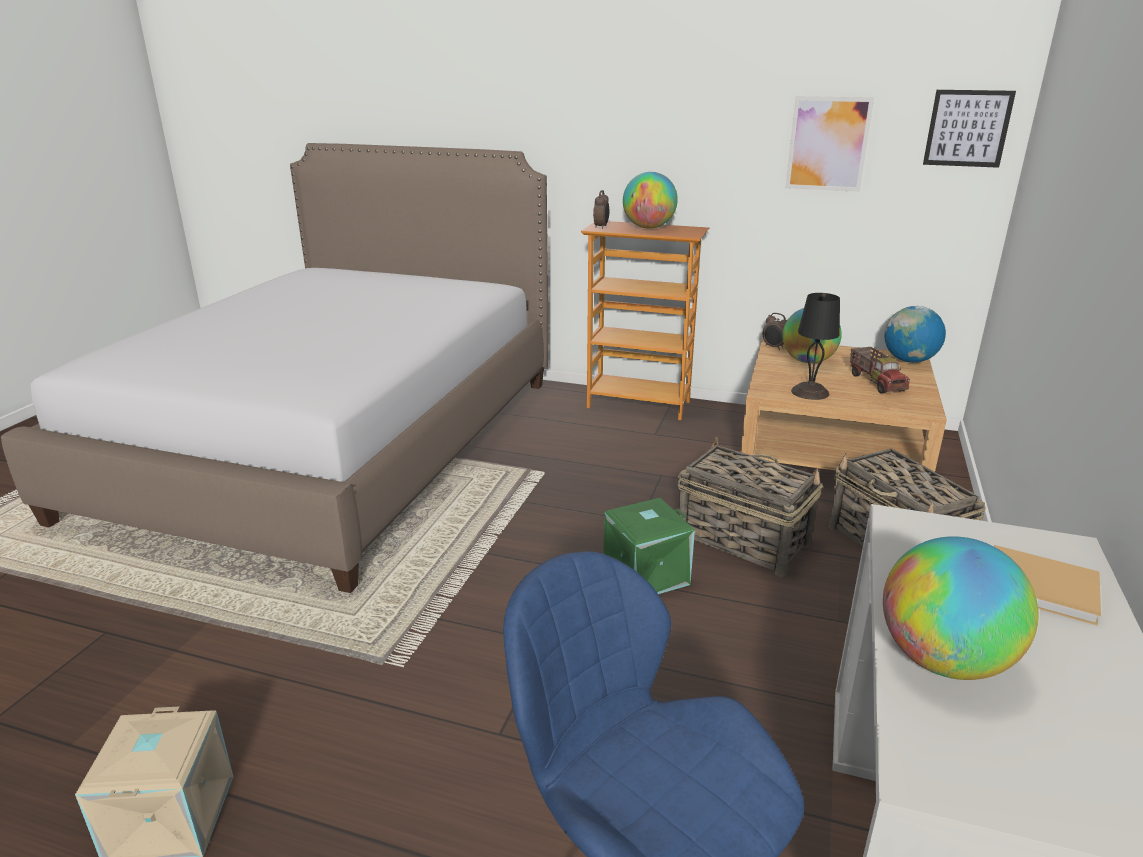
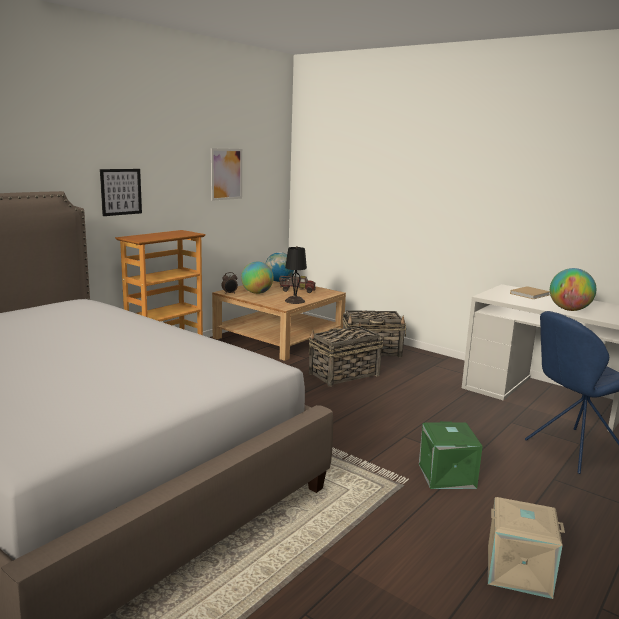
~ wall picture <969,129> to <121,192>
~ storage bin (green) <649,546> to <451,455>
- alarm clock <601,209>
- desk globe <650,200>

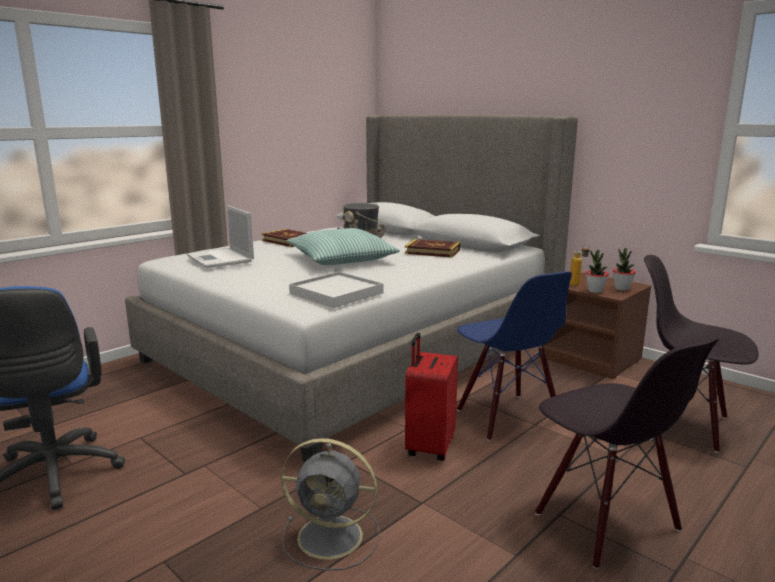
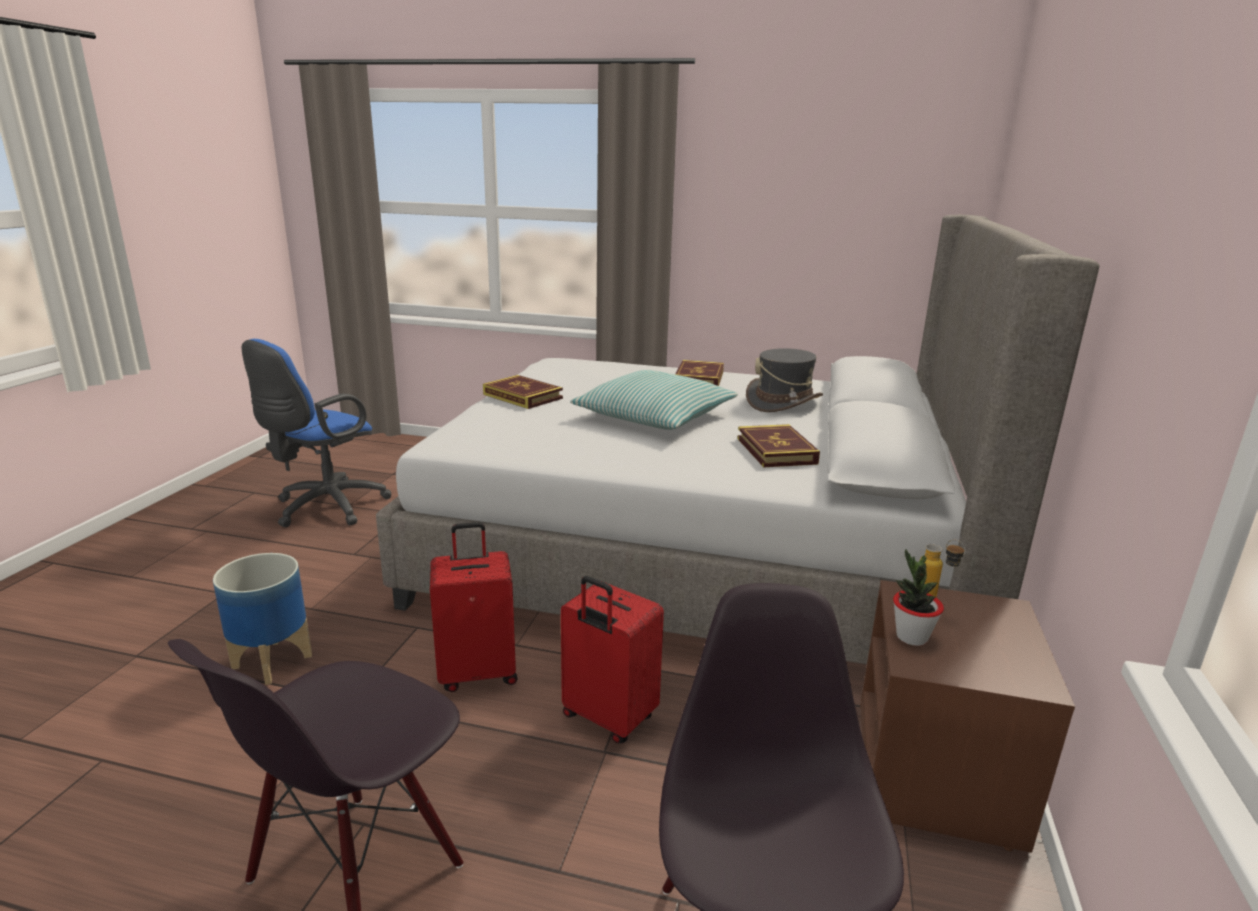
~ electric fan (grey) <330,504> to flower pot <262,619>
+ book <523,392>
~ chair (blue) <514,356> to travel case (red-coloured) <612,659>
- laptop <220,236>
- serving tray (white-coloured) <336,290>
- potted plant <624,269>

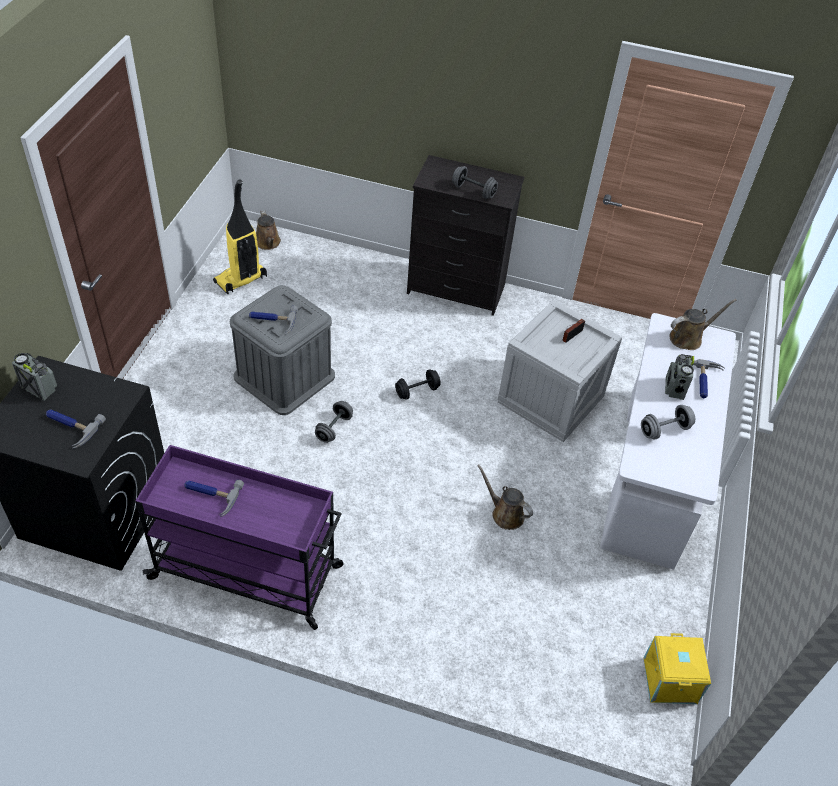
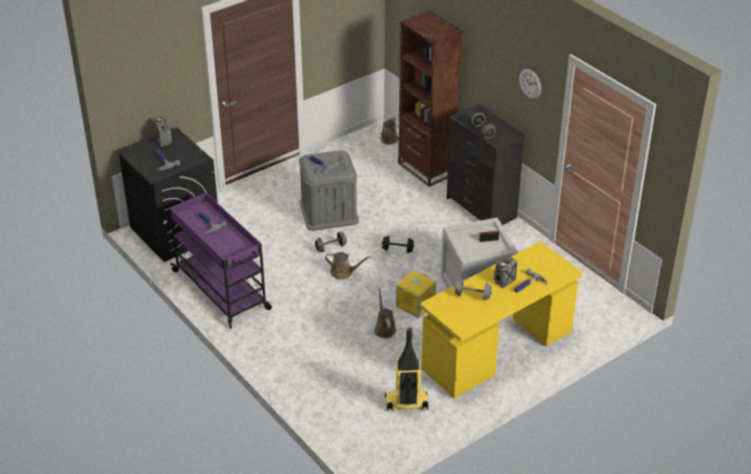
~ sprinkling can (brownish) <703,324> to <348,266>
~ vacuum cleaner <240,237> to <406,369>
~ storage bin (yellow-coloured) <677,668> to <416,294>
+ bookcase (brownish) <430,99>
~ desk table (white-coloured) <668,441> to desk table (yellow-coloured) <501,320>
+ wall clock <530,84>

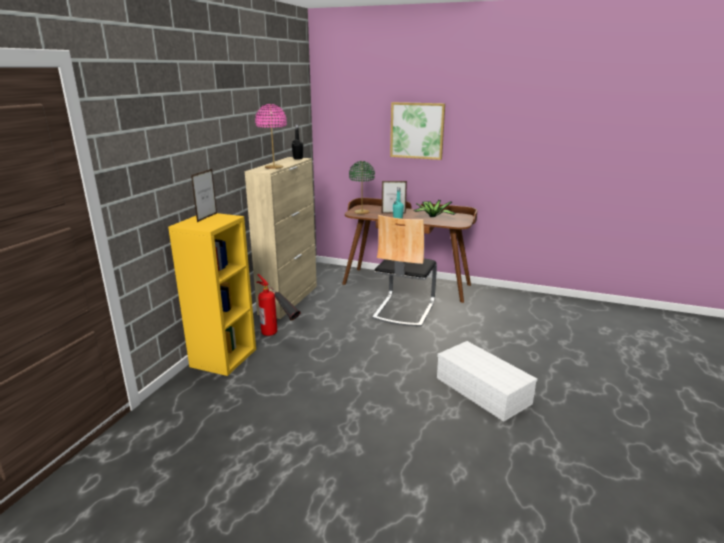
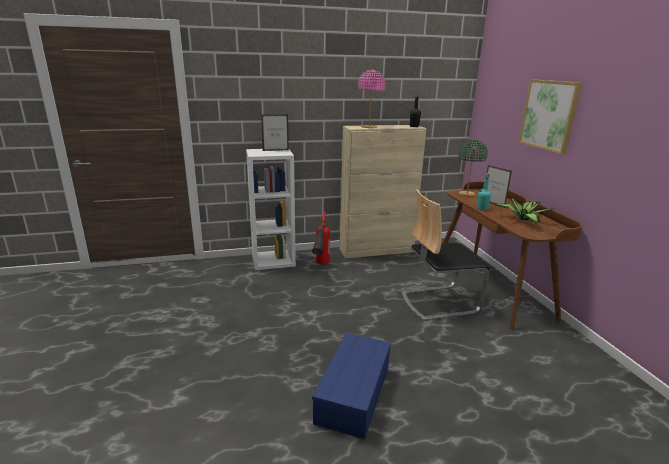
~ bookcase (yellow-coloured) <212,294> to bookcase (white-coloured) <271,209>
~ storage bin (white-coloured) <487,381> to storage bin (blue) <351,386>

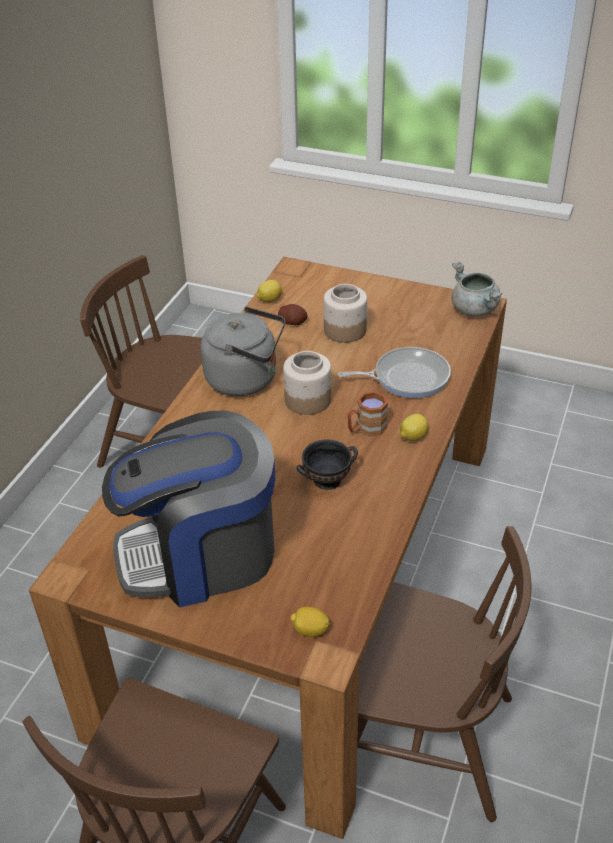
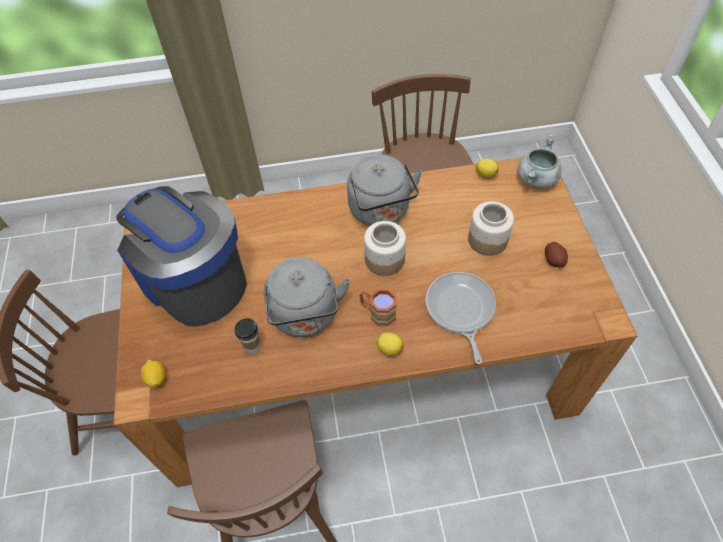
+ small cup <247,335>
~ serving bowl (black) <327,464> to water kettle (grey) <307,297>
~ frying pan <394,372> = <461,318> 150 degrees counterclockwise
~ stockpot (grey) <476,289> to <539,161>
~ potato <292,314> to <556,254>

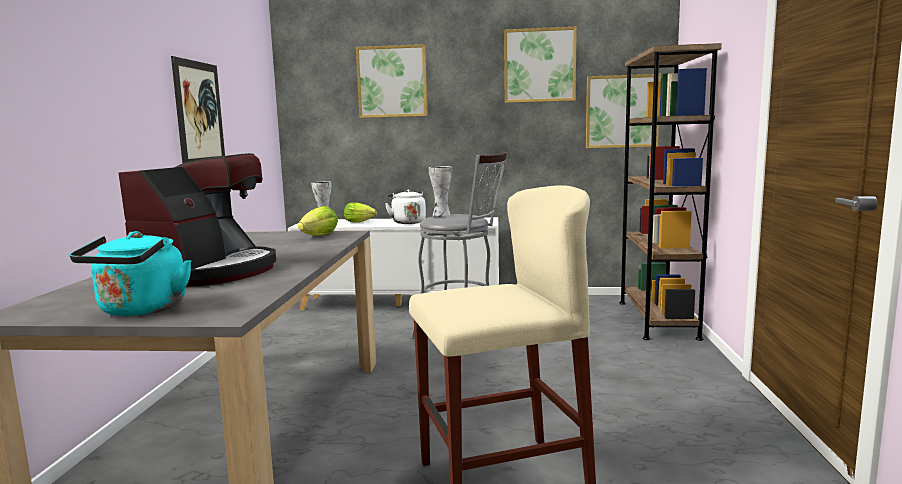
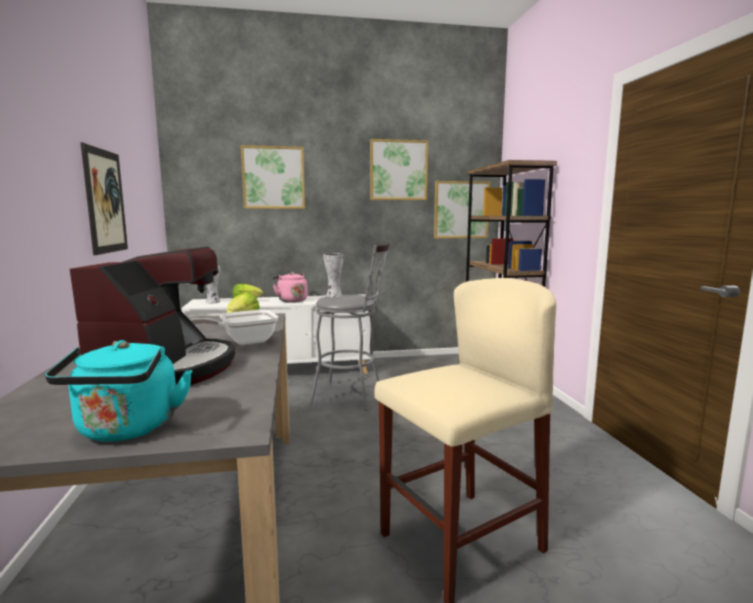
+ frying pan <233,327>
~ water kettle (white-coloured) <405,207> to water kettle (pink) <290,287>

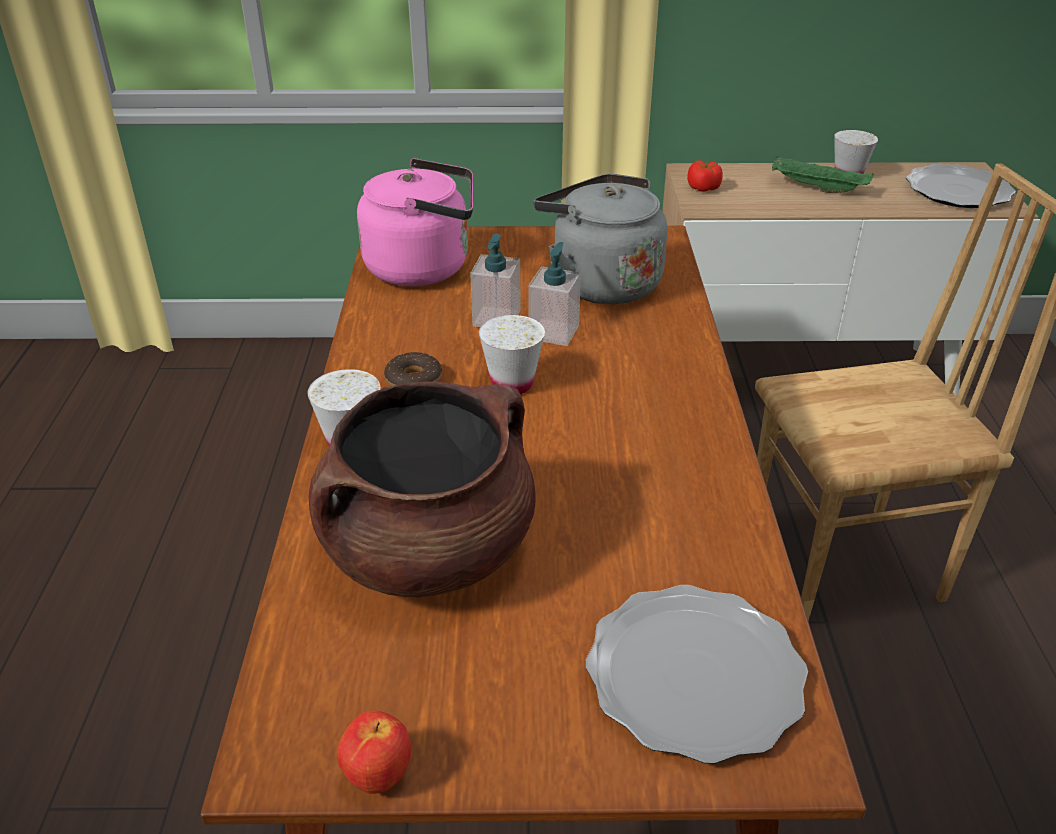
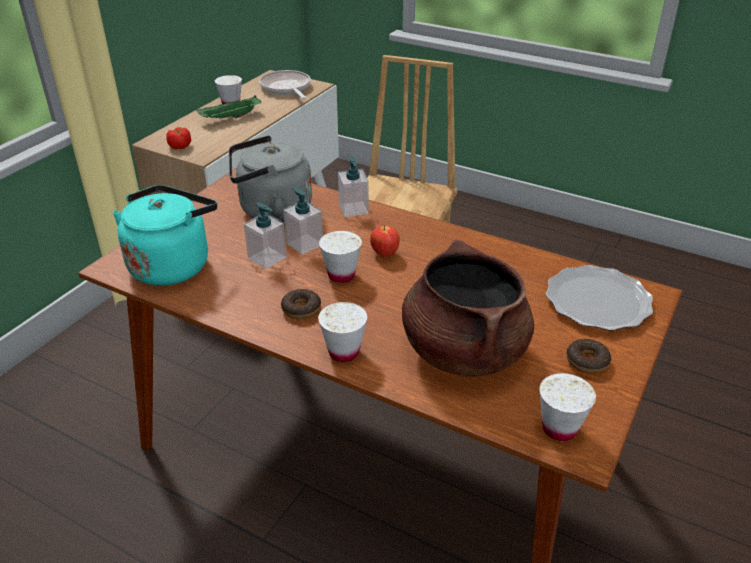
~ water kettle (pink) <415,222> to water kettle (blue-green) <165,235>
~ plate <961,186> to frying pan <285,84>
+ liquid soap bottle <353,186>
~ apple fruit <374,752> to <385,241>
+ small cup (white-coloured) <567,407>
+ doughnut <588,356>

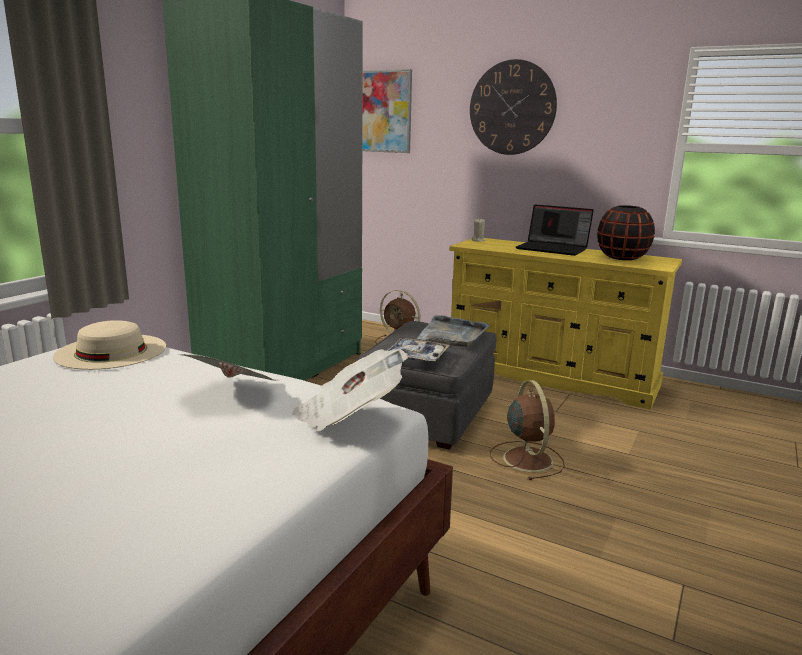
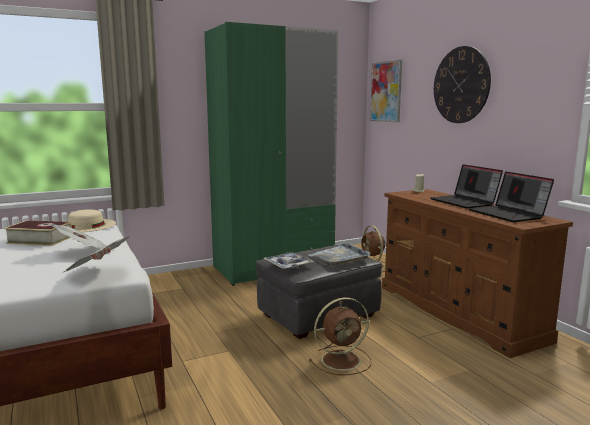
+ book <38,233>
~ electric fan (brownish) <527,430> = <340,336> 45 degrees clockwise
~ chest of drawers (yellow-coloured) <565,324> to chest of drawers (brownish) <477,273>
~ vase (black) <626,232> to laptop <511,197>

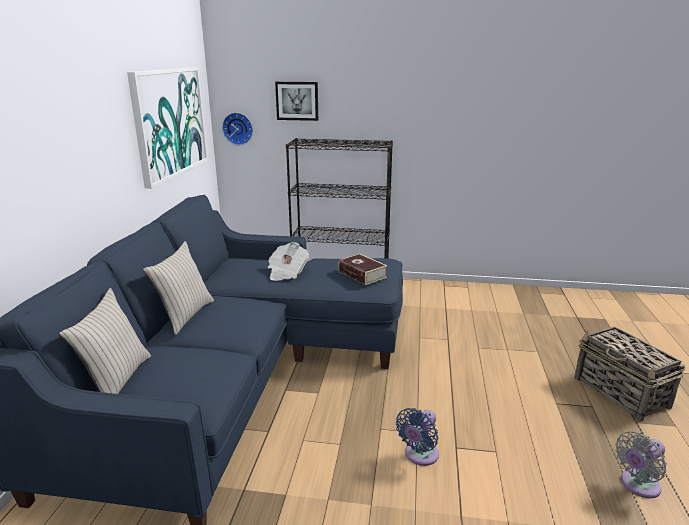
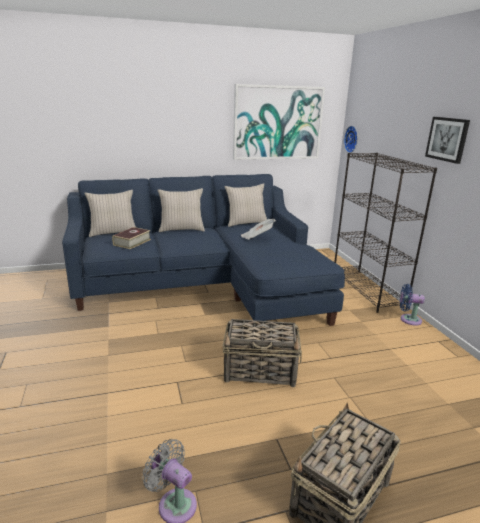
~ book <362,269> to <131,238>
+ storage basket <262,353>
+ throw pillow (beige-coloured) <245,205>
~ electric fan (blue) <417,437> to <412,305>
~ wall picture <296,101> to <447,140>

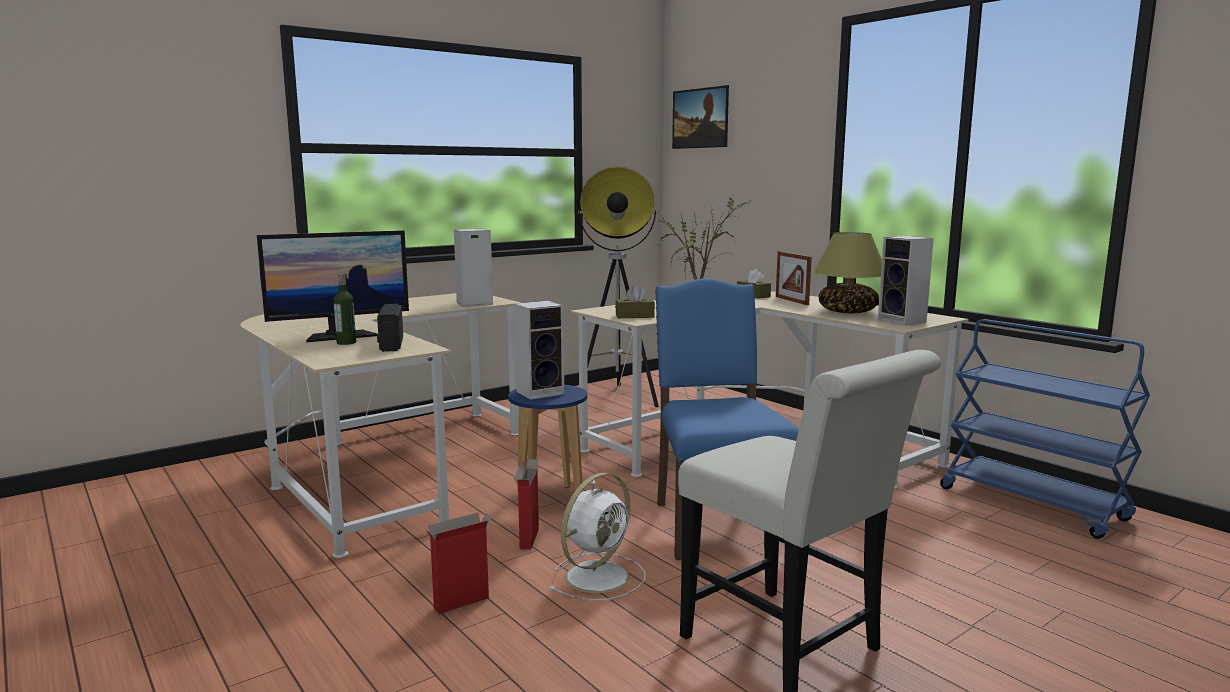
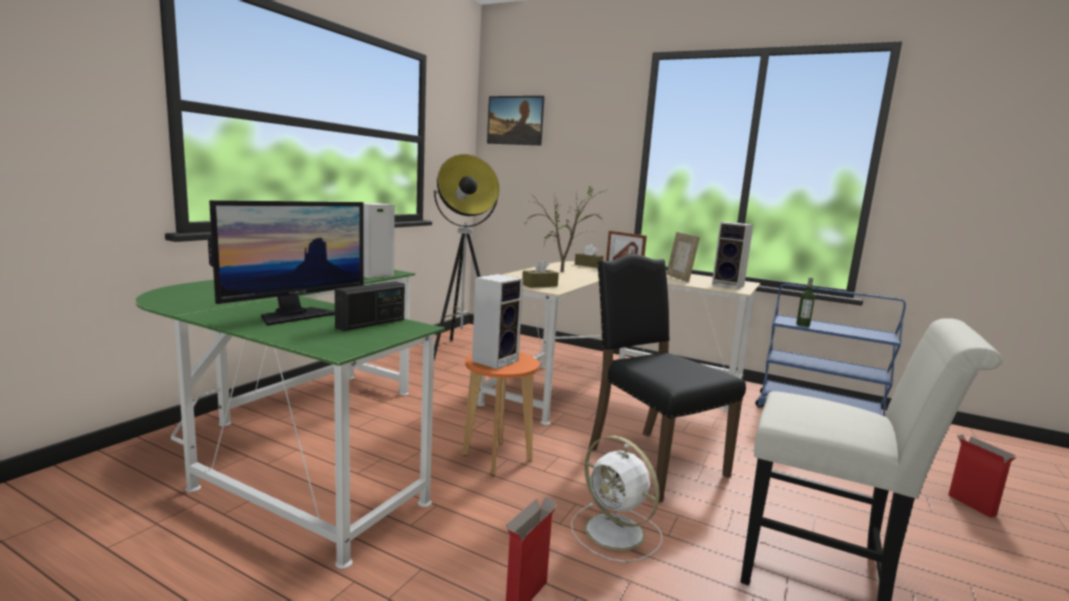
~ desk table (beige-coloured) <381,425> to desk table (green) <290,419>
~ radio <390,327> = <370,306> 105 degrees counterclockwise
~ stool seat (blue) <547,438> to stool seat (orange-coloured) <500,413>
~ electric fan (white-coloured) <596,537> = <616,499> 120 degrees clockwise
~ chair (blue) <727,419> to chair (black) <667,378>
~ table lamp <847,272> to picture frame <683,257>
~ drink bottle <344,308> to <805,302>
~ packing box <527,504> to <982,476>

